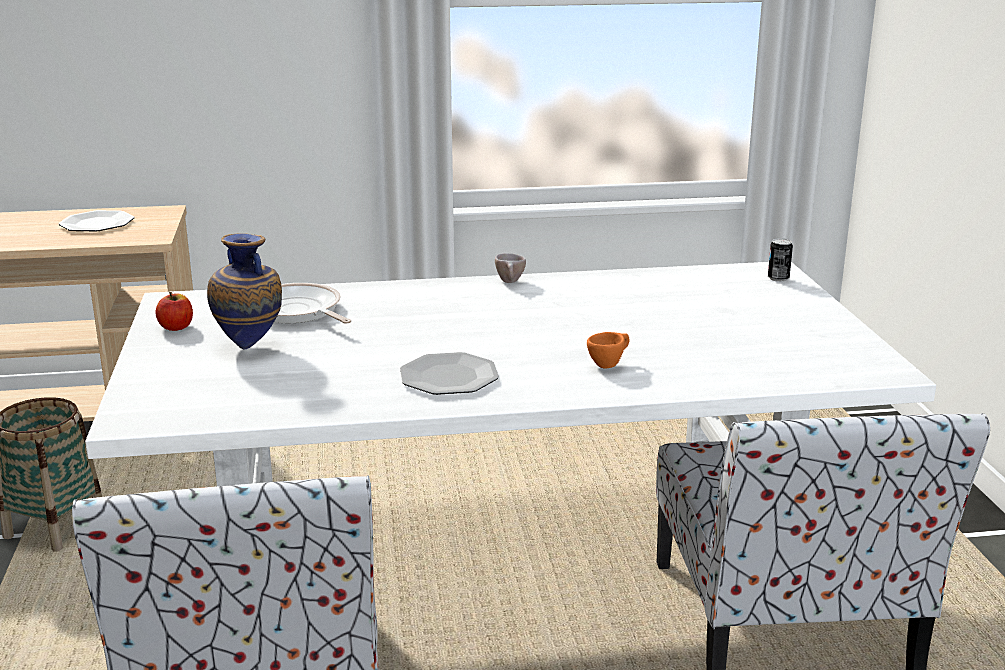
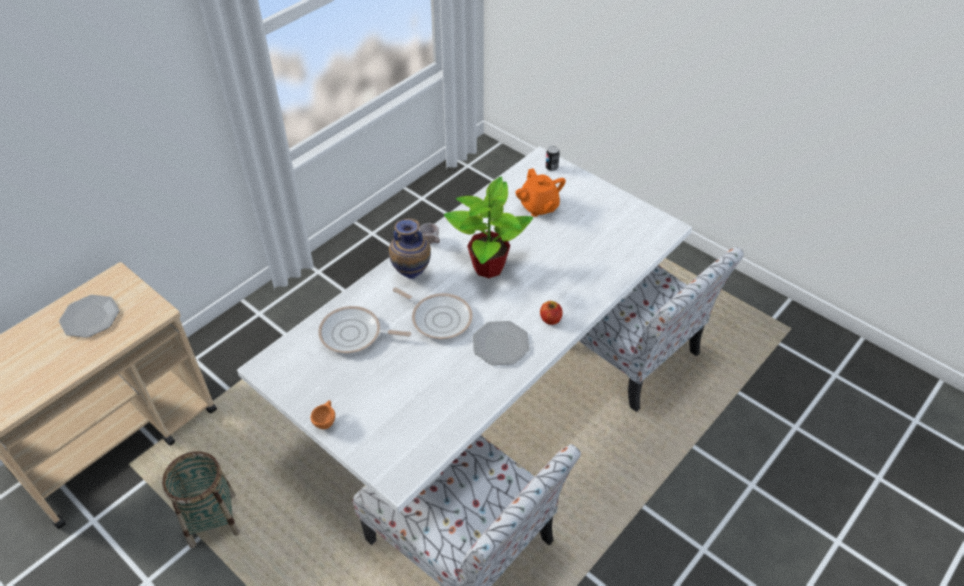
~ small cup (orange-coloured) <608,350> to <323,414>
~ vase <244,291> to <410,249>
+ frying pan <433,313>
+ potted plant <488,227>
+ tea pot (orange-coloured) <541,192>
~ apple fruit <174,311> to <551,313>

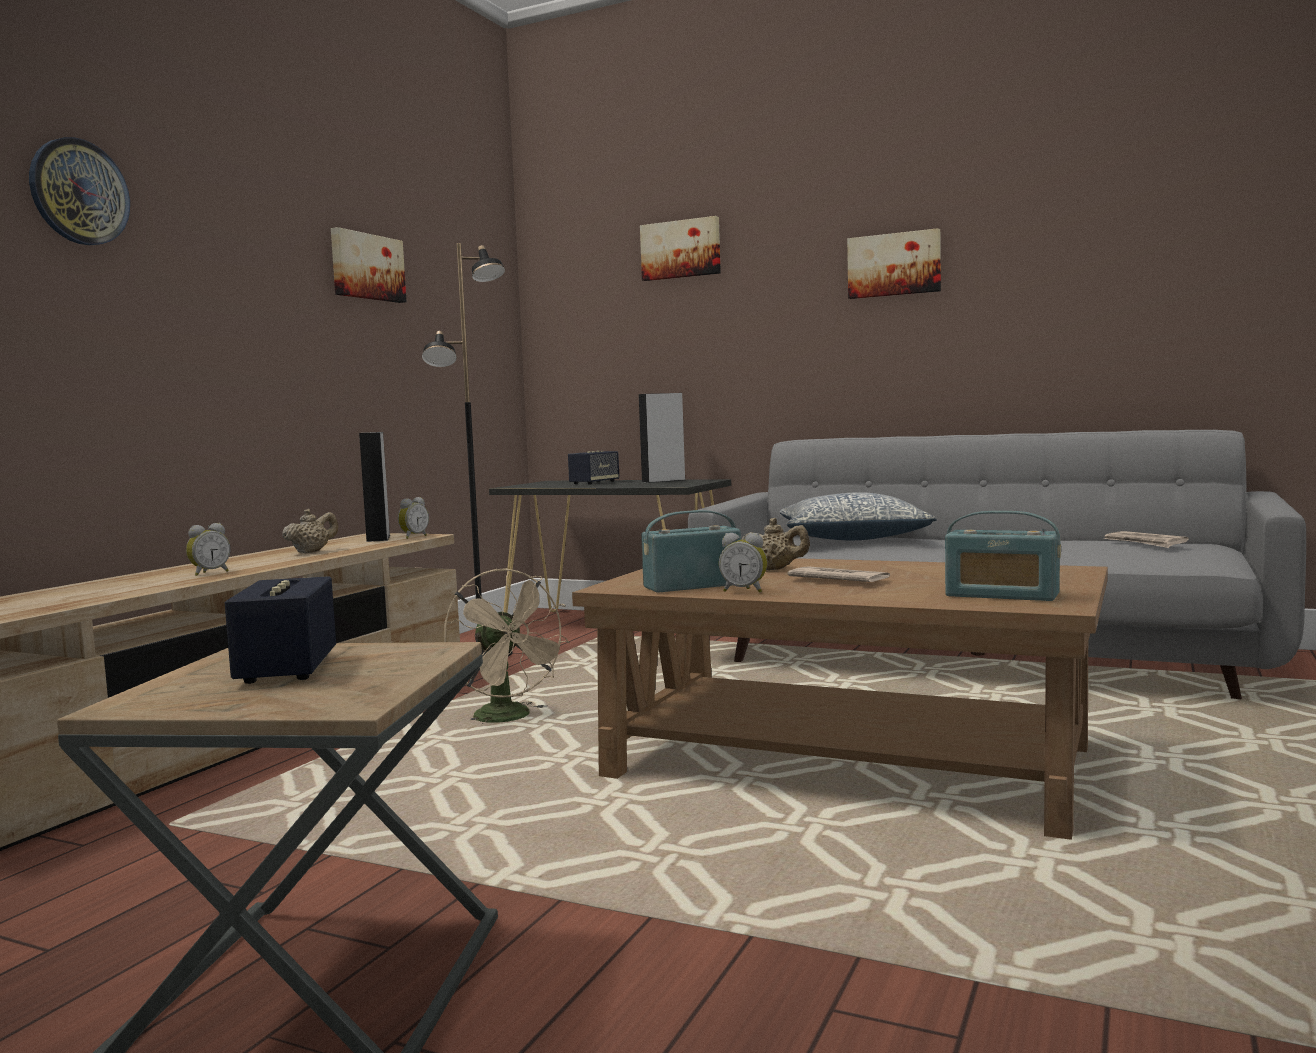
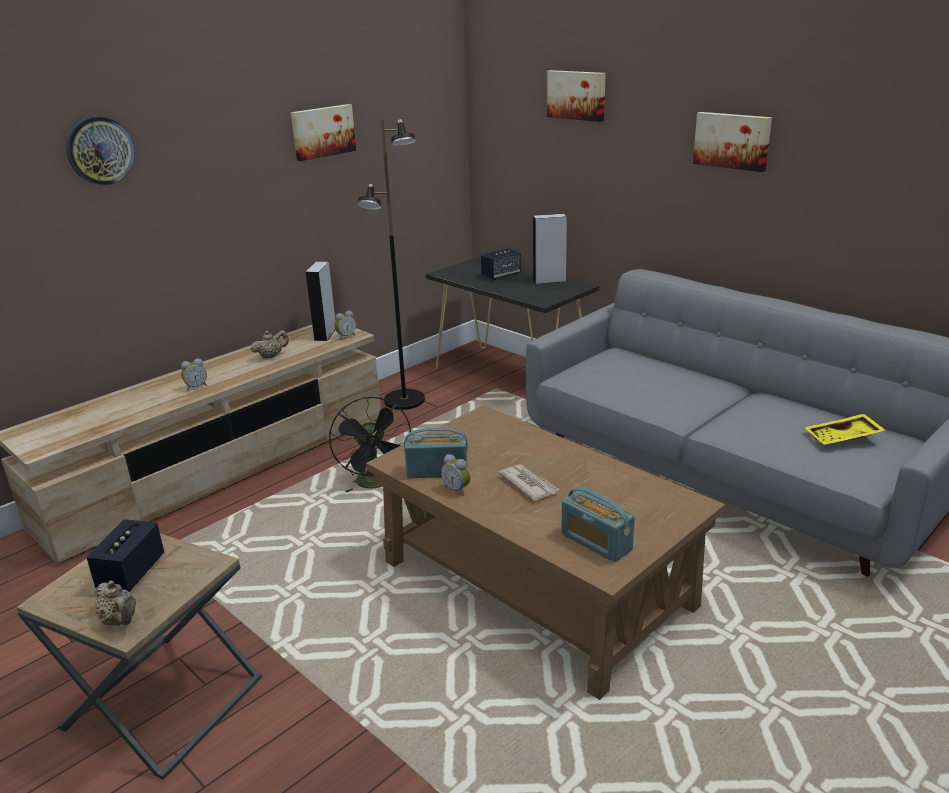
~ tea pot (beige-coloured) <775,544> to <115,602>
~ electric fan (beige-coloured) <507,649> to electric fan (black) <370,444>
~ daily paper <1146,539> to serving tray (yellow-coloured) <845,429>
- throw pillow <858,516>

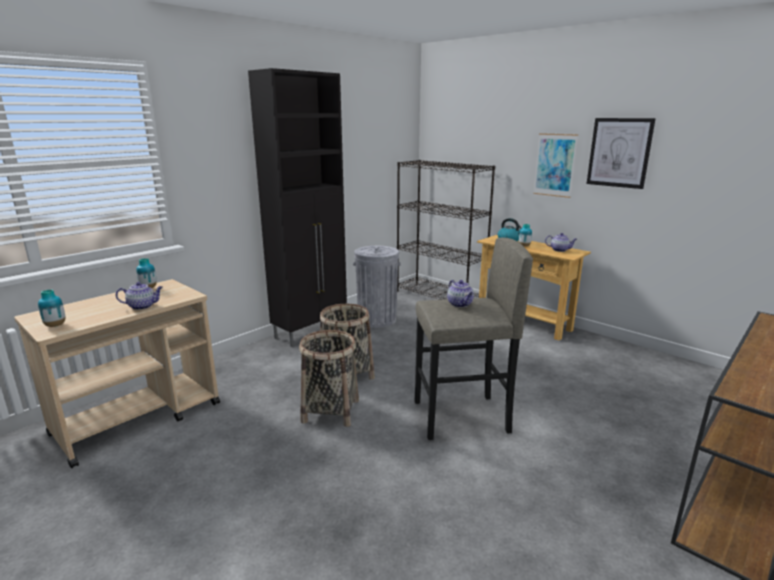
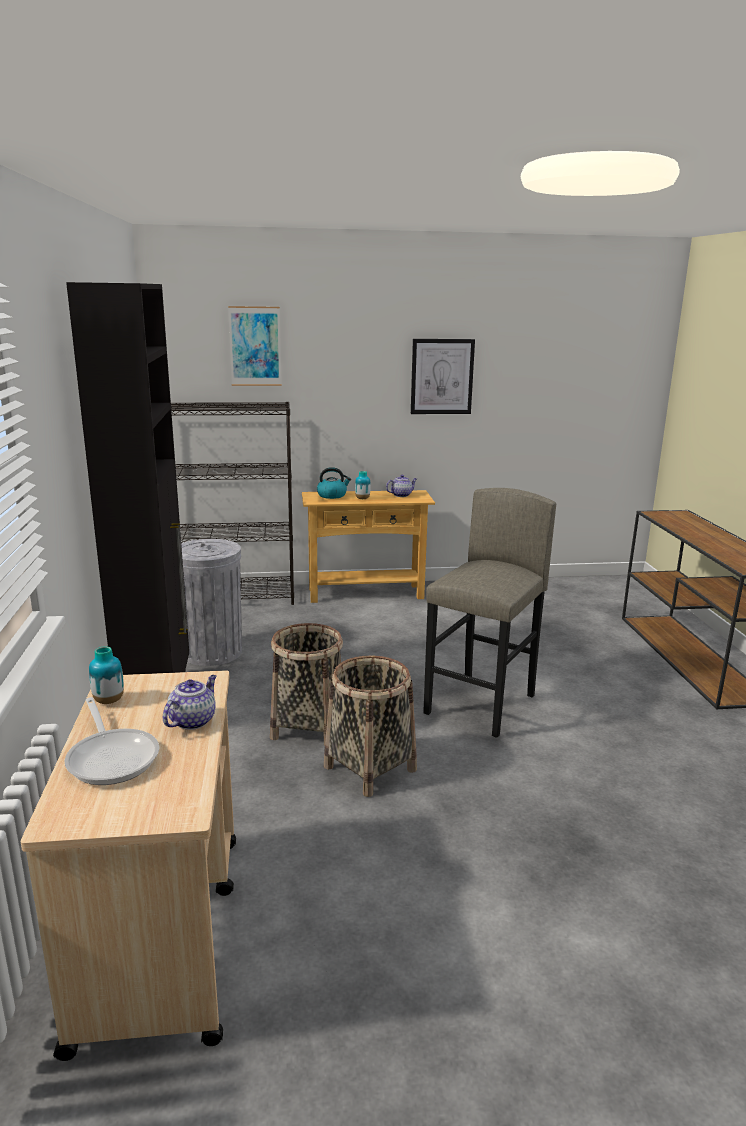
+ frying pan <111,741>
~ wall picture <555,165> to <255,346>
- vase <51,308>
- tea pot <460,294>

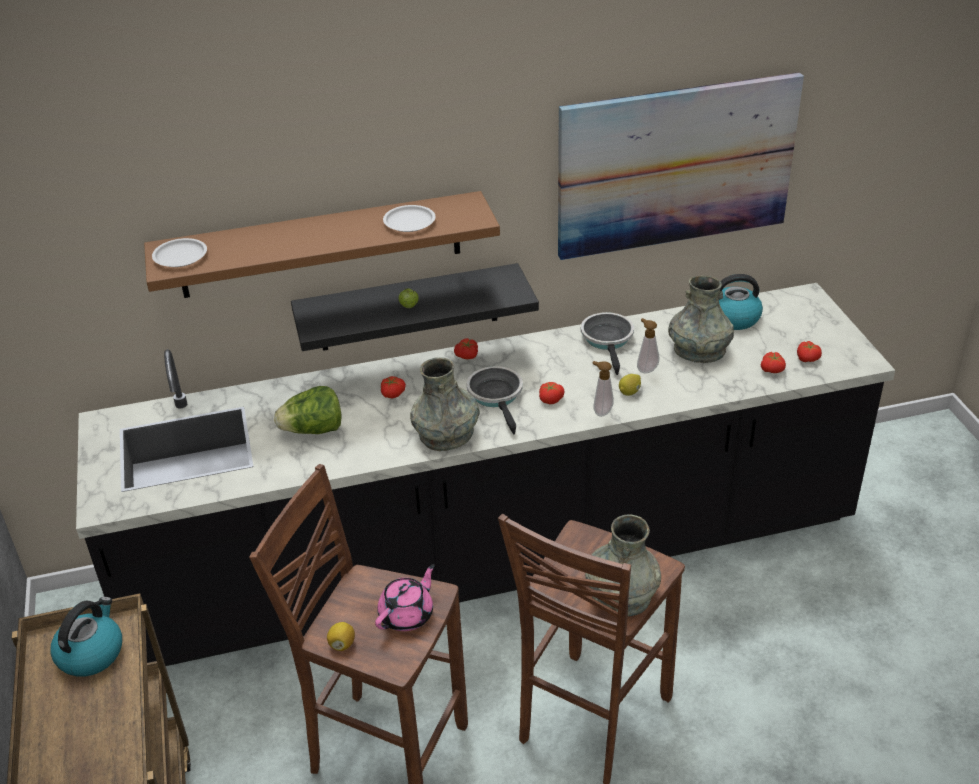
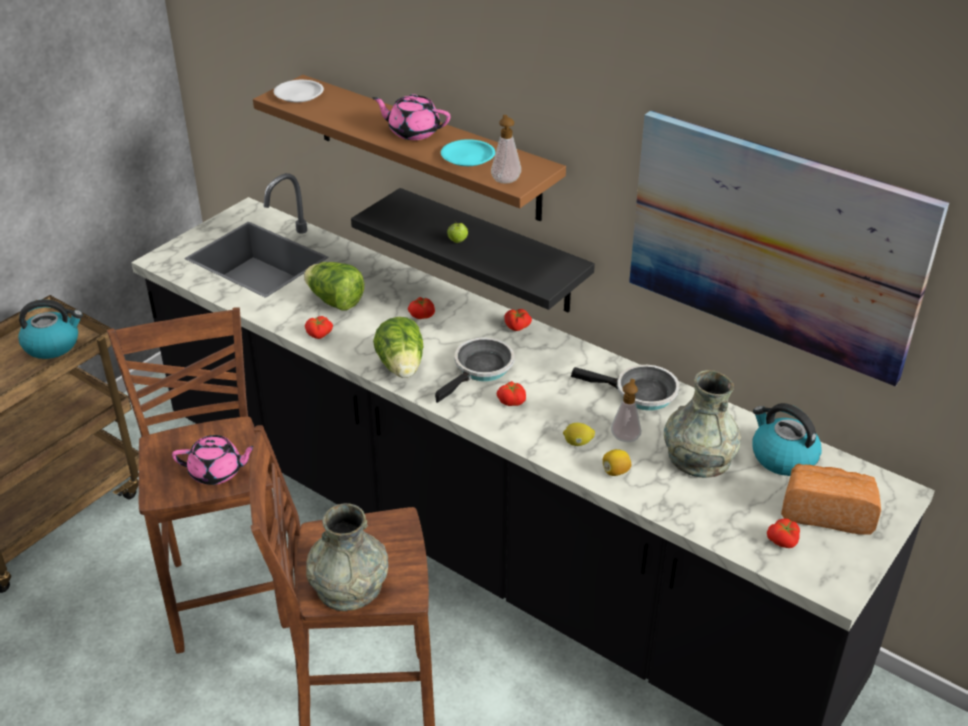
~ whole tomato <773,362> to <319,327>
+ tea pot (pink) <411,117>
~ vase (grey) <445,404> to head of lettuce <398,347>
~ plate (white-coloured) <409,218> to plate (blue-green) <468,152>
~ liquid soap bottle <603,389> to <506,149>
~ frying pan <607,343> = <625,388> 60 degrees clockwise
~ lemon <341,636> to <617,462>
+ baked bread <831,499>

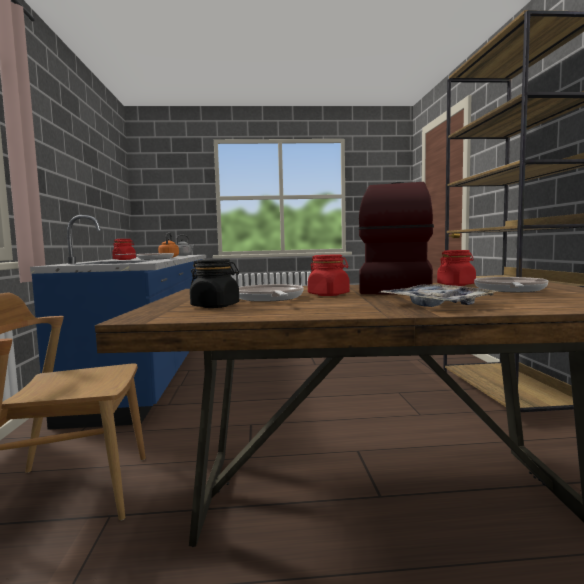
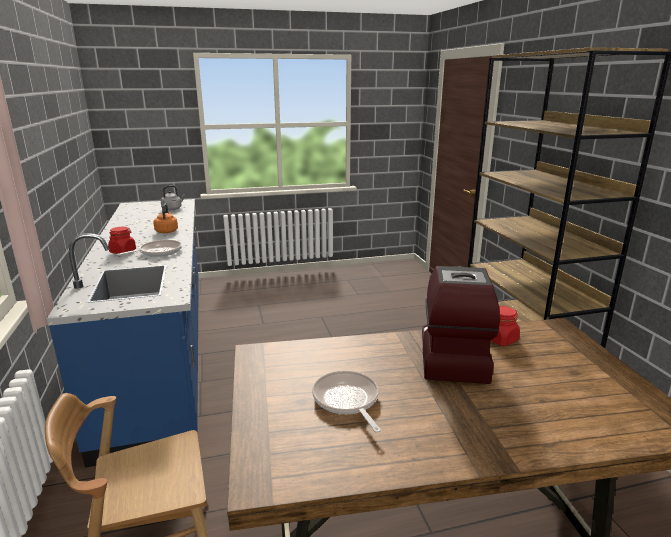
- preserve jar (black) <214,283>
- preserve jar (red-coloured) <329,275>
- serving tray <438,295>
- frying pan <511,284>

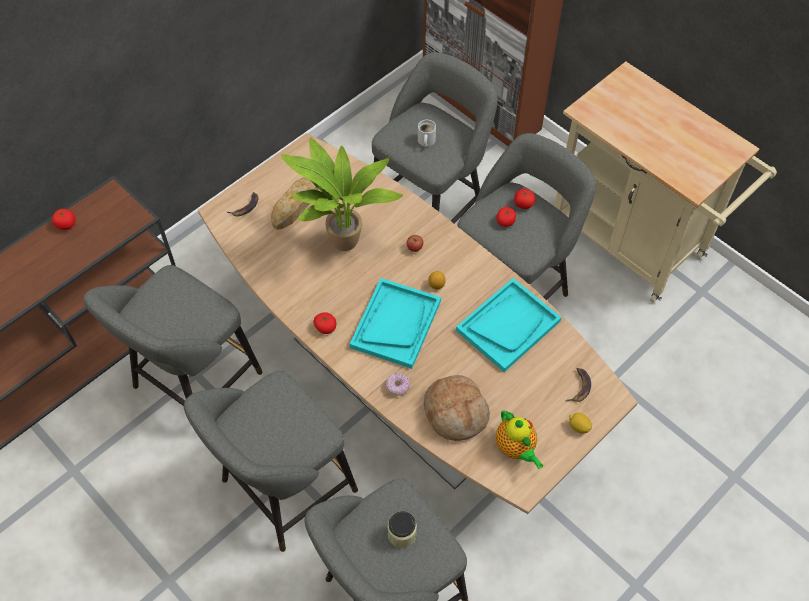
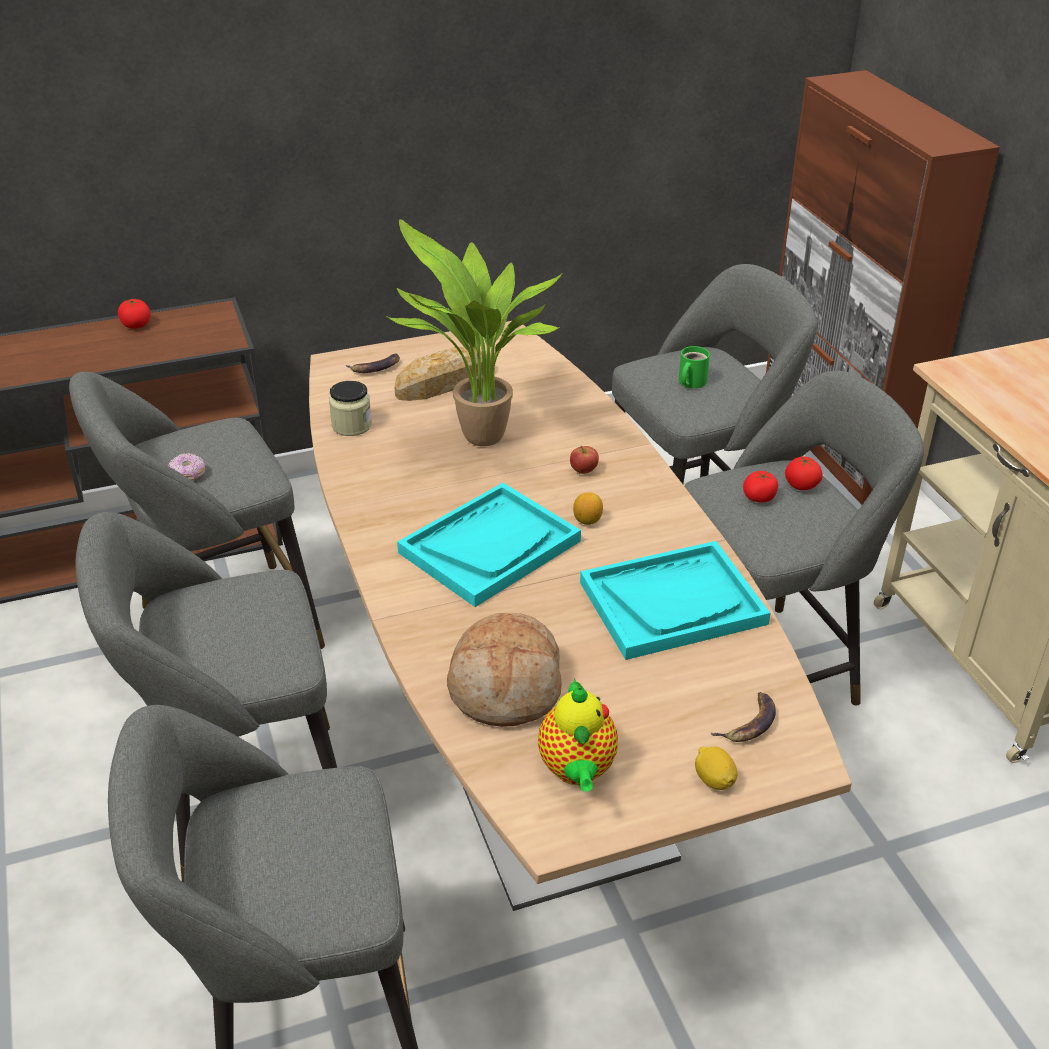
~ doughnut <398,384> to <186,466>
~ preserve jar <402,529> to <350,408>
~ mug (white-coloured) <427,133> to mug (green) <694,367>
- whole tomato <325,323>

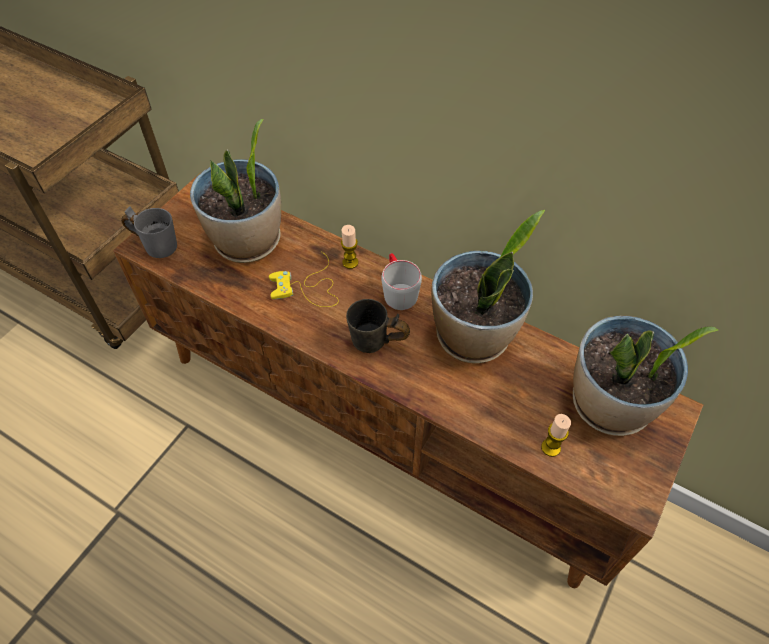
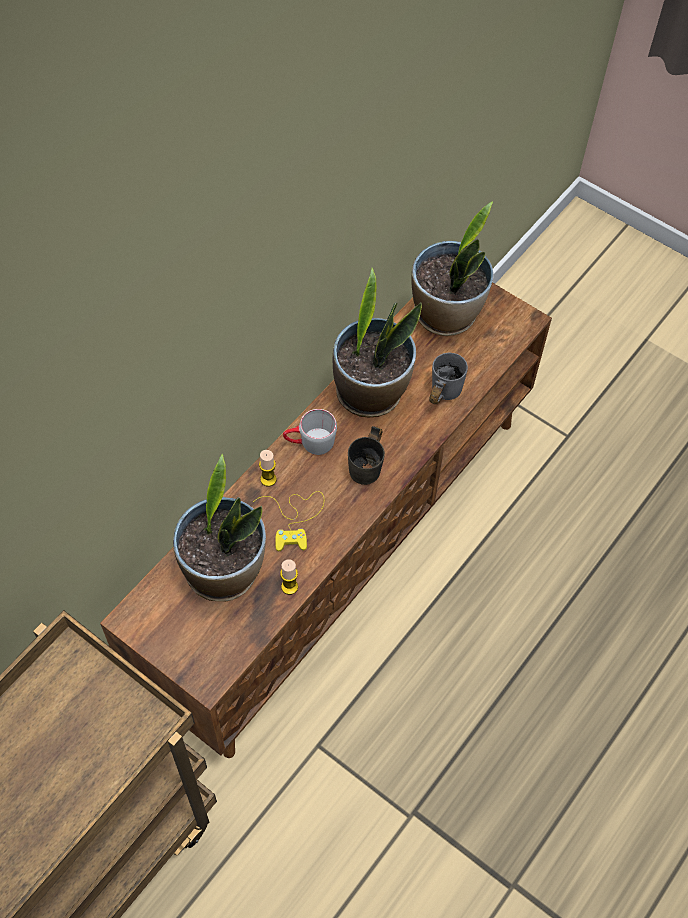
~ wax light <556,435> to <289,577>
~ mug (grey) <149,232> to <448,378>

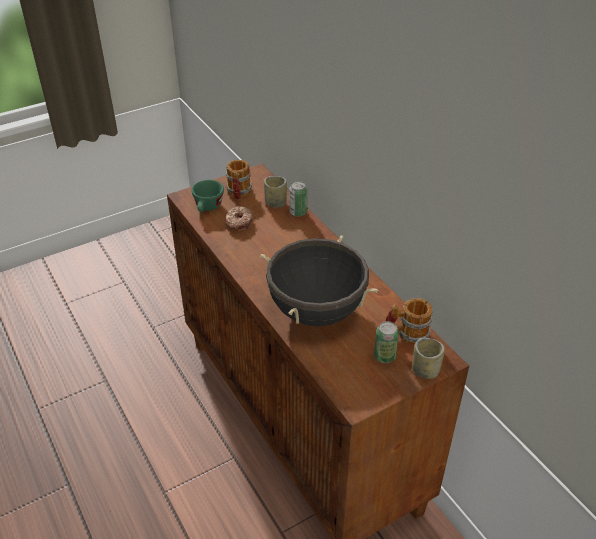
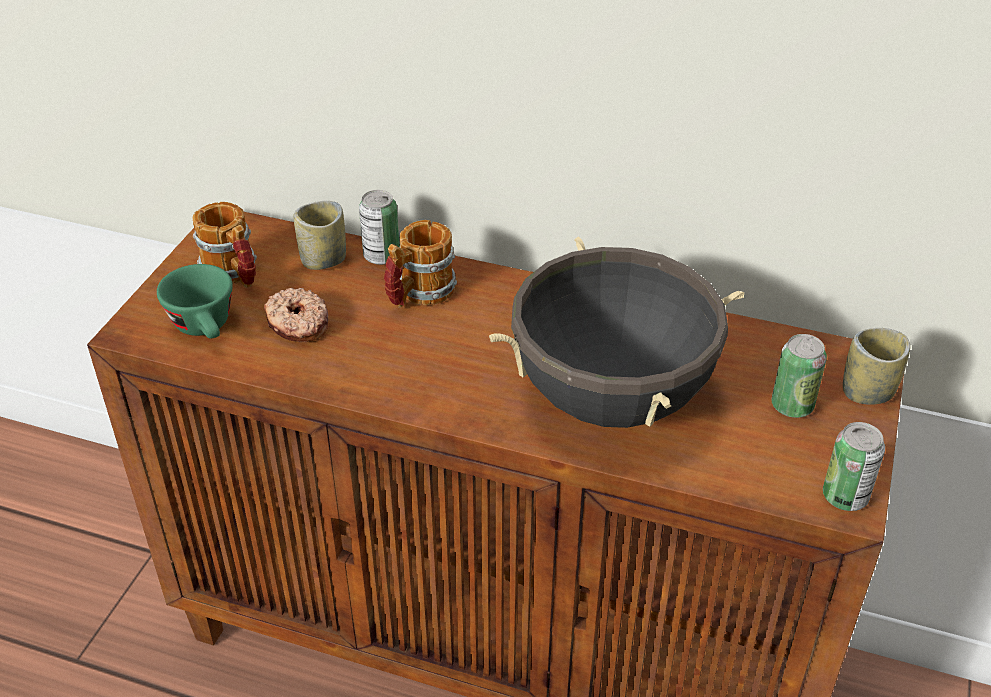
~ mug <409,321> to <420,264>
+ metal can <854,466>

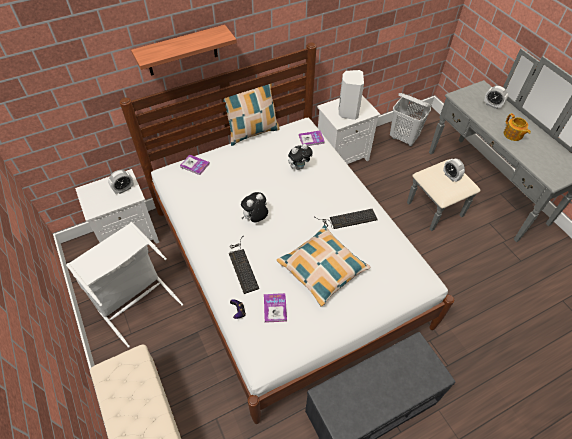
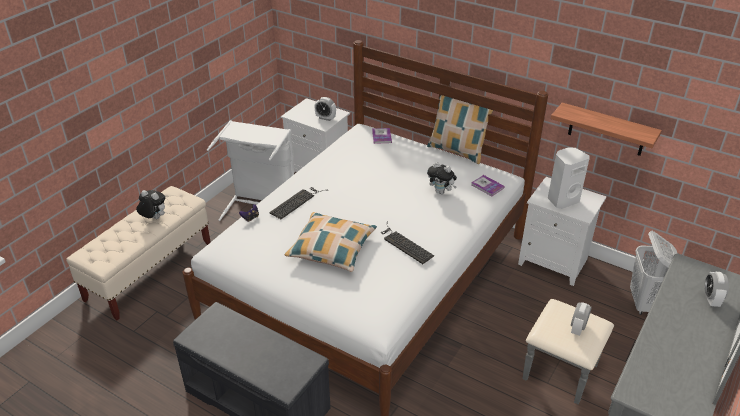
~ soft toy <254,207> to <150,204>
~ wall shelf <184,50> to <606,129>
- book <275,308>
- tea pot <517,127>

